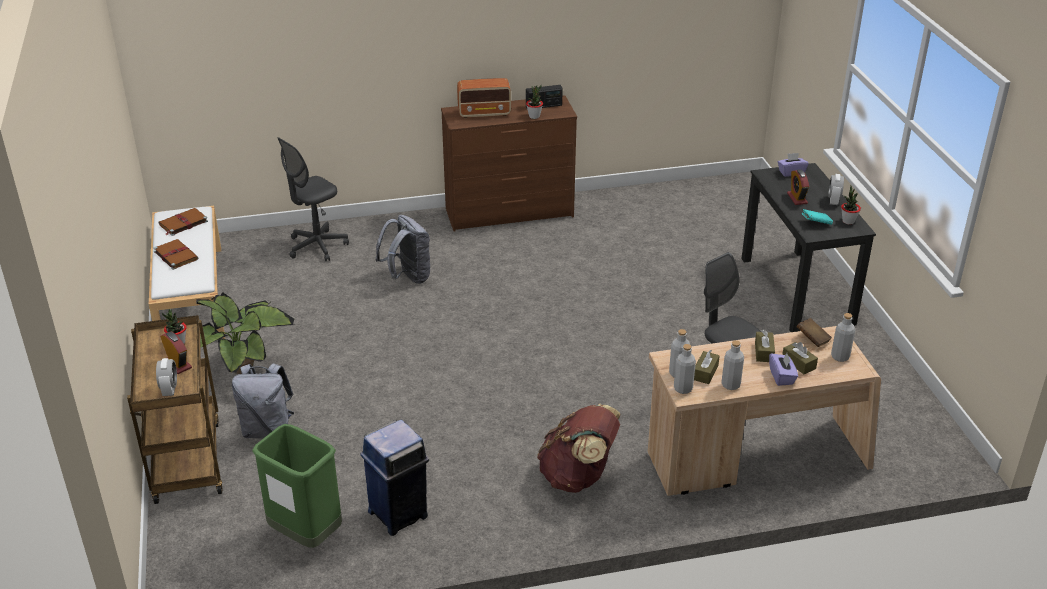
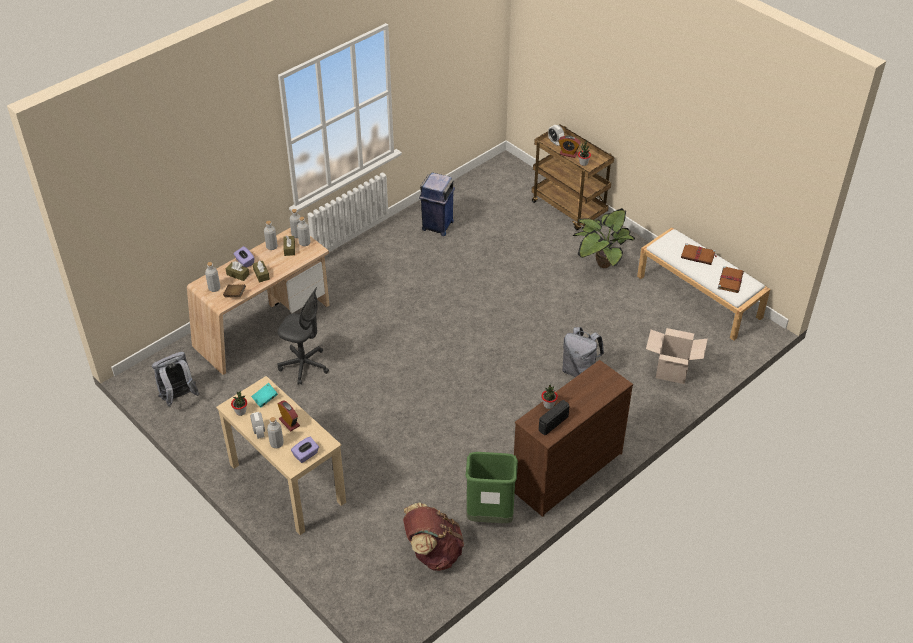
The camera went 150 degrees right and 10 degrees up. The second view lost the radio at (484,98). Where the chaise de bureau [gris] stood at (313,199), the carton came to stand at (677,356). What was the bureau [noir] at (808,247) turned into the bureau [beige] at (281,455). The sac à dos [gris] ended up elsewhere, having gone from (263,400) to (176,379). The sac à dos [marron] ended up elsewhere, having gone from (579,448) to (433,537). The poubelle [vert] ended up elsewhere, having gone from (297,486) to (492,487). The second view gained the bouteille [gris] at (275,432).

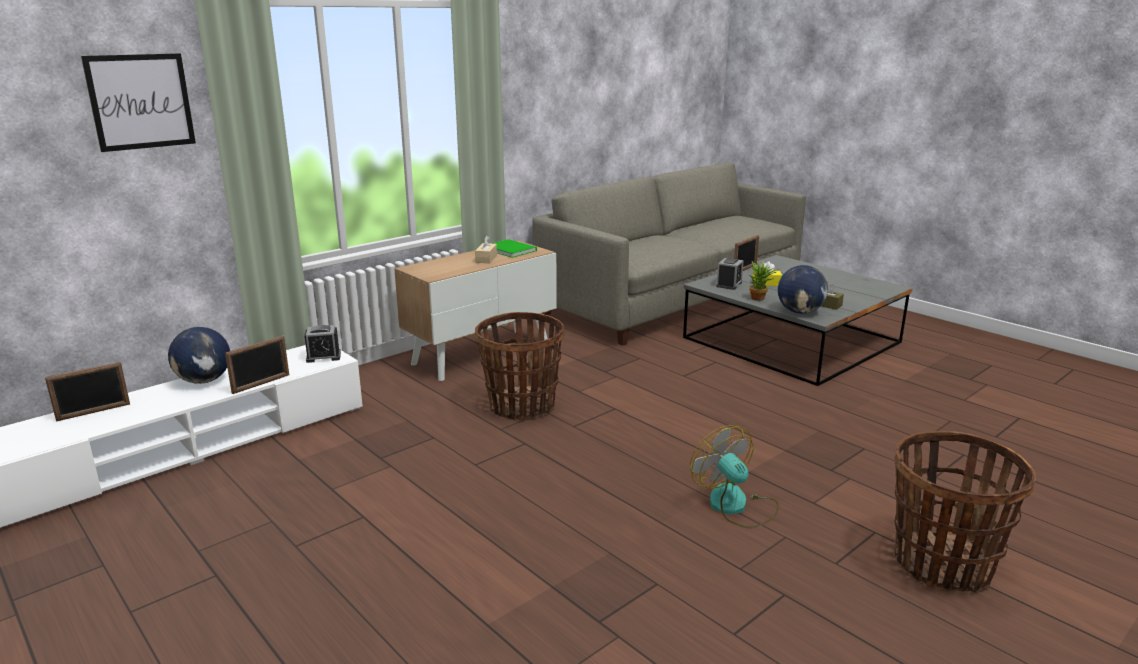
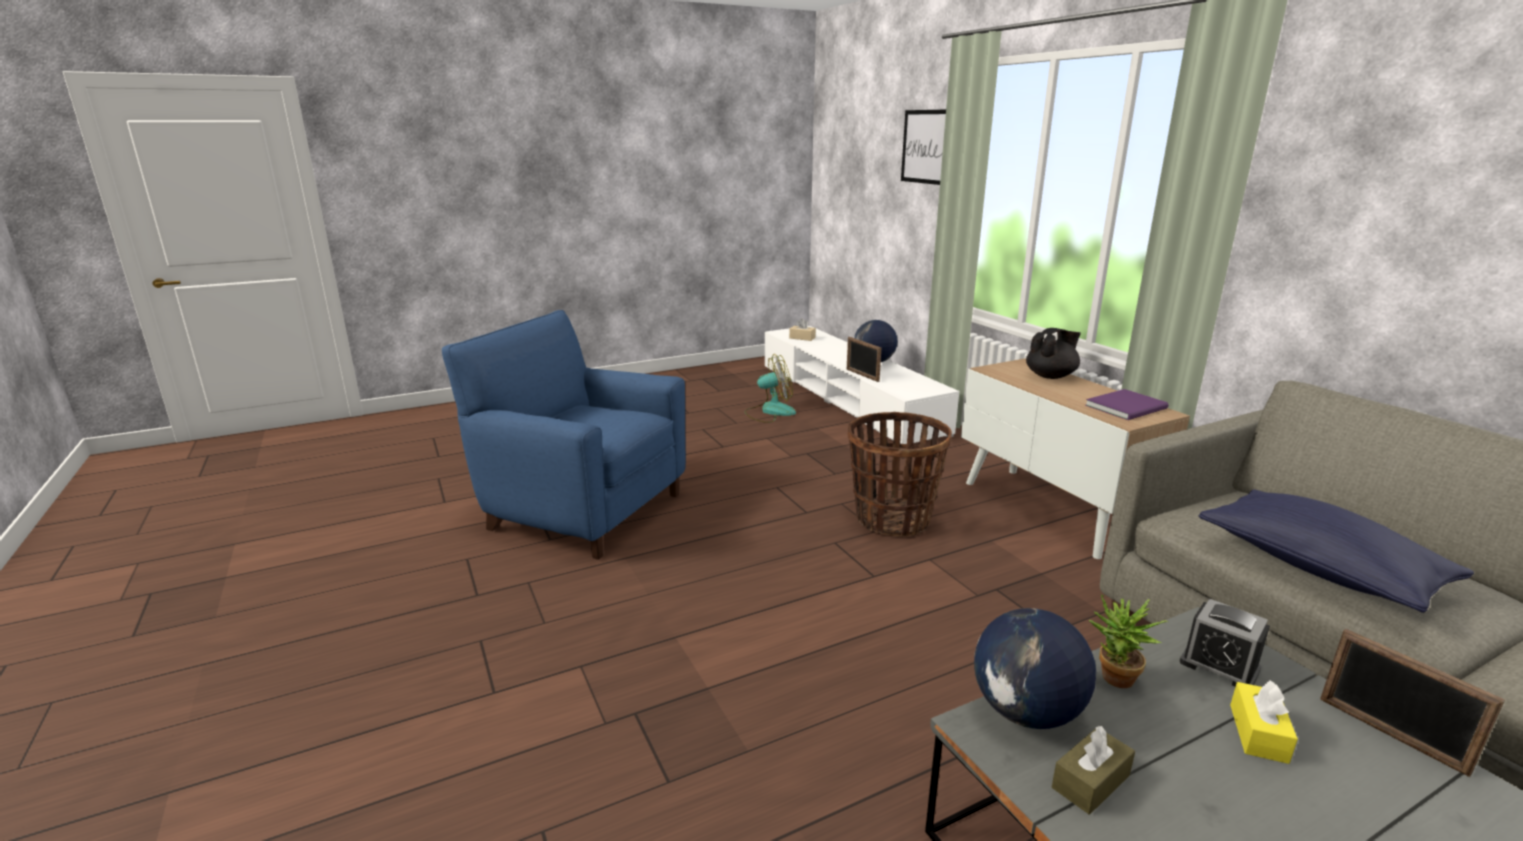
The camera went 105 degrees right and 0 degrees up. The boîte à mouchoirs [beige] ended up elsewhere, having gone from (486,249) to (802,330). What was the livre [vert] at (514,248) turned into the livre [violet] at (1127,404). The second view lost the réveil at (323,344). The second view lost the cadre photo at (87,392). The ventilateur ended up elsewhere, having gone from (734,476) to (770,388). The second view lost the panier at (964,511). The second view gained the fauteuil [bleu] at (564,435). The second view gained the théière [noir] at (1053,353). The second view gained the coussin [bleu] at (1336,551).

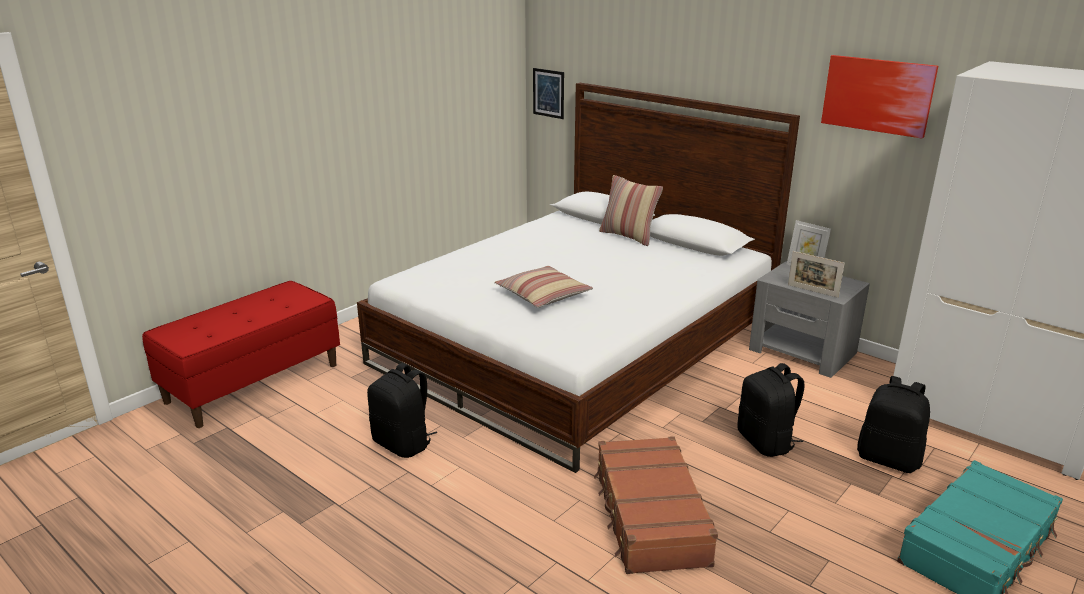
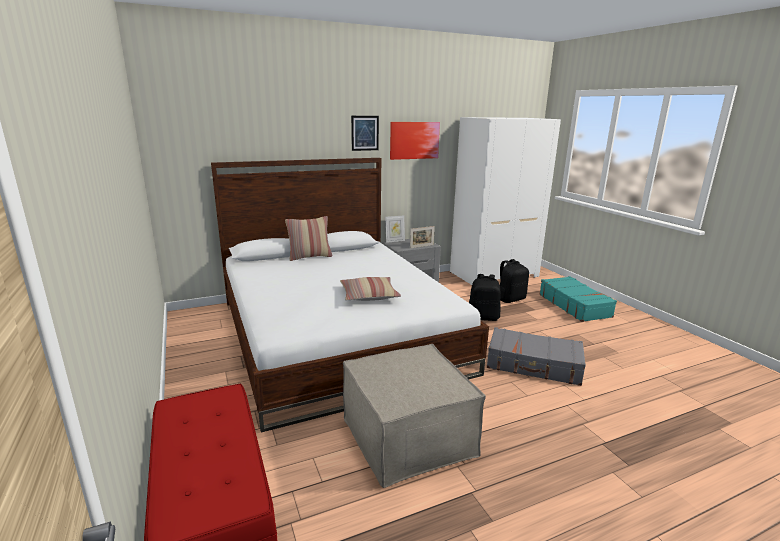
The camera went 65 degrees left and 5 degrees down. The tableau ended up elsewhere, having gone from (548,93) to (365,133). Where the sac à dos [noir] stood at (402,410), the pouf [beige] came to stand at (414,416). What was the valise [marron] at (656,505) turned into the valise [gris] at (536,356).

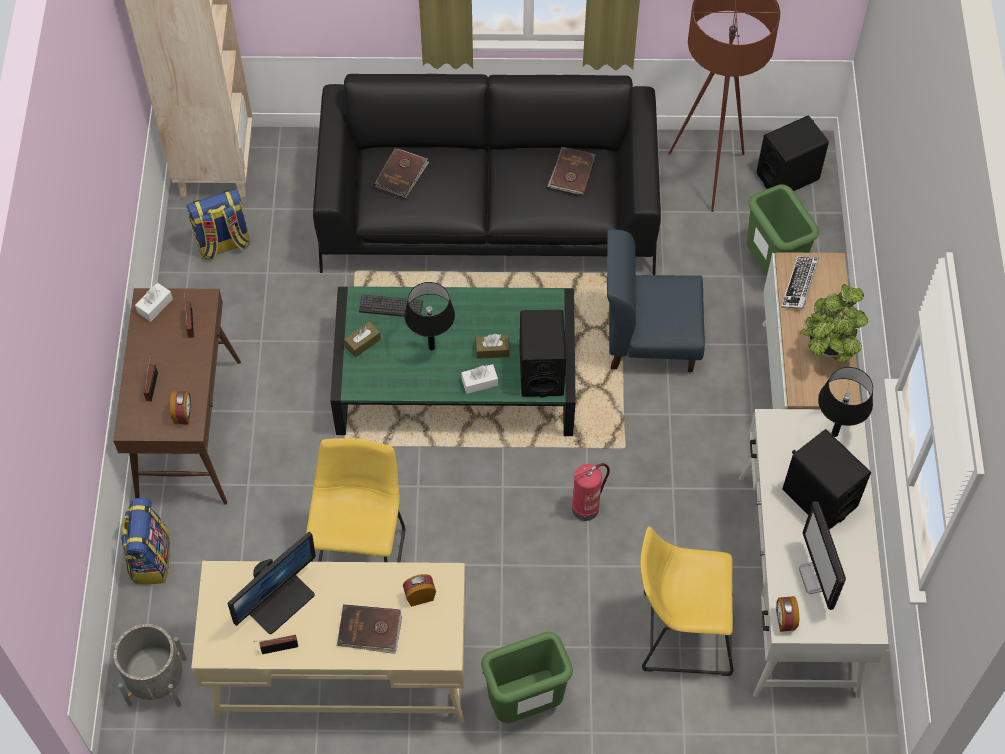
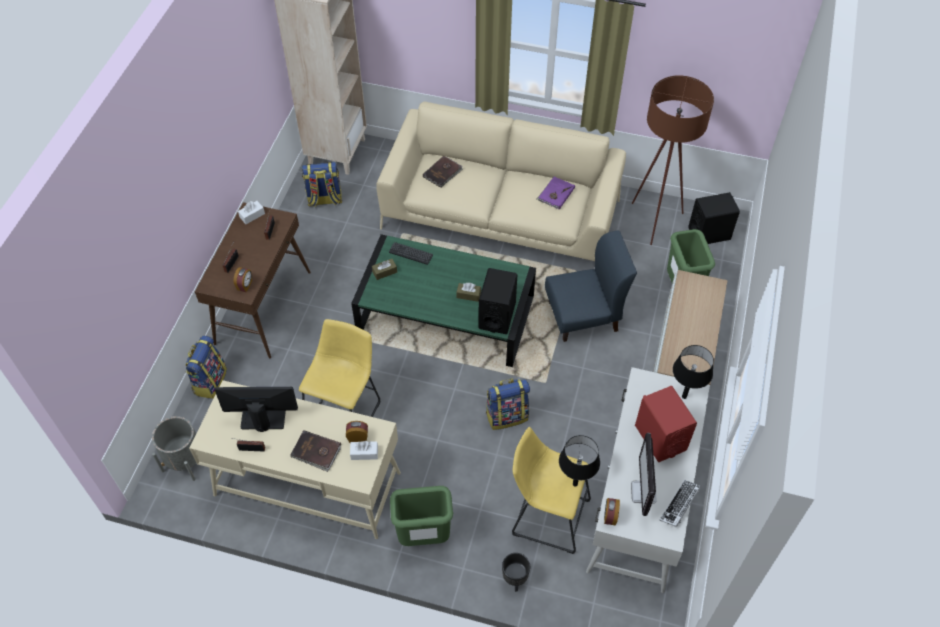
The camera went 15 degrees right and 5 degrees down. What was the canapé [noir] at (487,174) turned into the canapé [beige] at (501,181). What was the livre [marron] at (571,171) turned into the livre [violet] at (556,193). The chaise [bleu] at (656,300) ended up facing another way, 150 degrees clockwise from before. The clavier ended up elsewhere, having gone from (800,282) to (680,503). The lampe de table [noir] ended up elsewhere, having gone from (429,316) to (579,461). The second view lost the plante en pot at (834,323). The boîte à mouchoirs [blanc] ended up elsewhere, having gone from (479,379) to (364,450). What was the enceinte [noir] at (826,479) turned into the enceinte [rouge] at (666,424). Where the extincteur stood at (591,492), the sac à dos came to stand at (508,404). The écran d'ordinateur at (272,583) ended up facing another way, 150 degrees counterclockwise from before. The second view gained the cache-pot [noir] at (516,572).

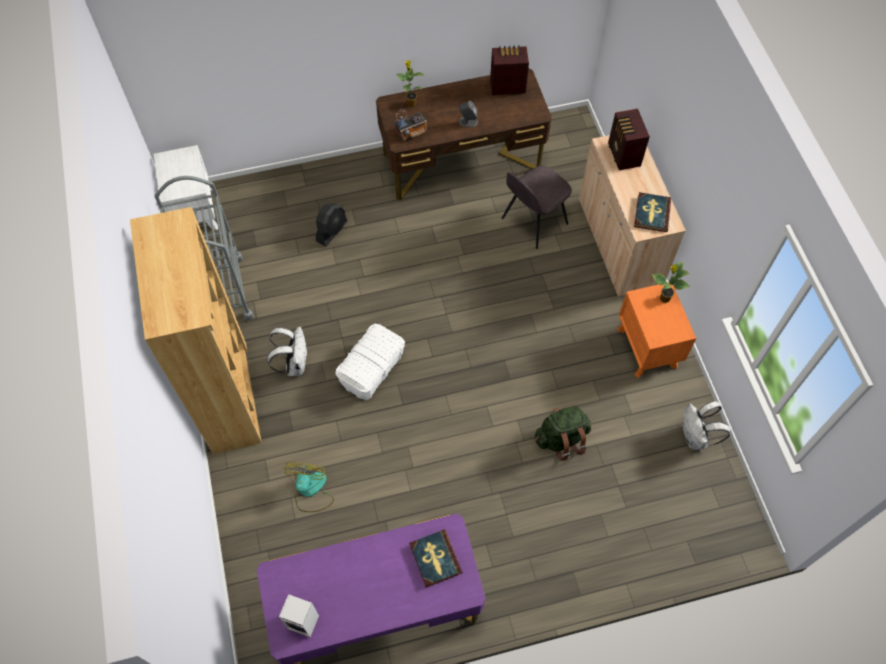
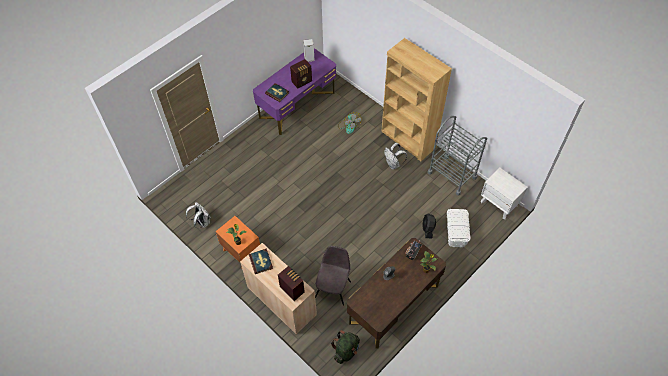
The camera went 150 degrees right and 5 degrees down. The radio ended up elsewhere, having gone from (509,70) to (301,74). The boîte de rangement [blanc] ended up elsewhere, having gone from (370,362) to (459,228). The sac à dos [vert] ended up elsewhere, having gone from (562,434) to (345,347).

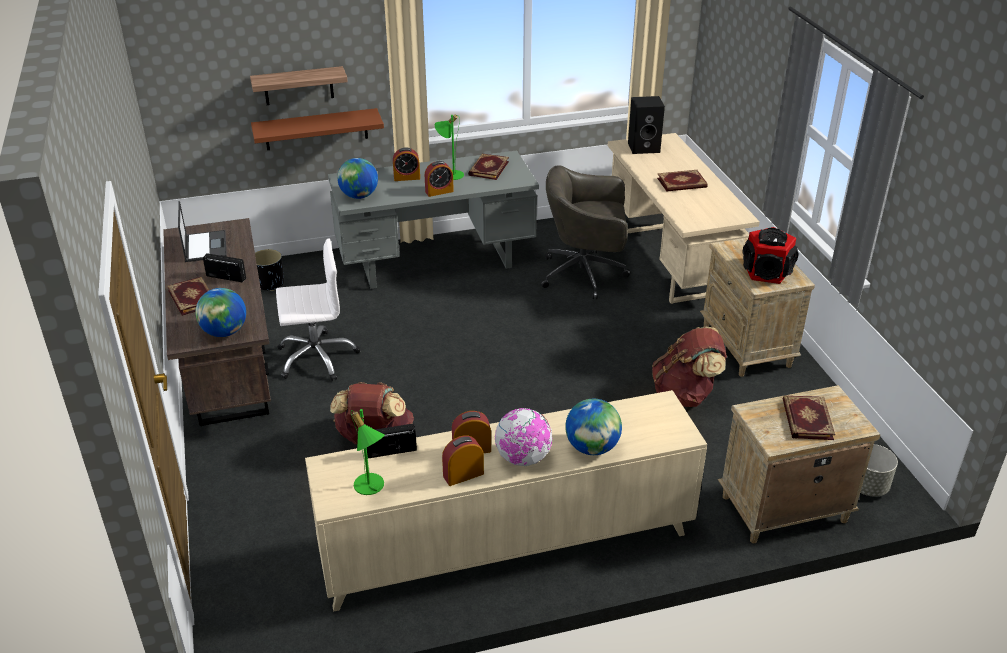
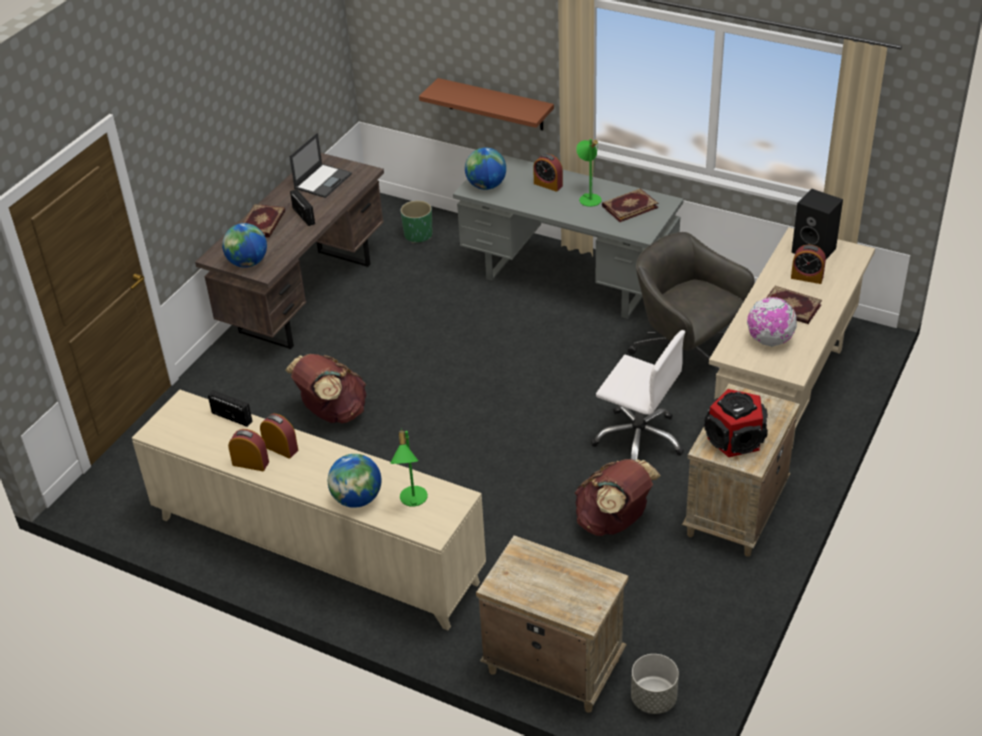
The camera went 45 degrees right and 5 degrees up. The second view lost the étagère at (299,85). The réveil ended up elsewhere, having gone from (439,179) to (808,264). The chaise de bureau [blanc] ended up elsewhere, having gone from (318,310) to (638,395). What was the cache-pot [noir] at (269,270) turned into the cache-pot [vert] at (416,221). The second view lost the livre at (809,417). The globe ended up elsewhere, having gone from (523,437) to (772,321). The lampe de table [vert] ended up elsewhere, having gone from (368,452) to (409,467).

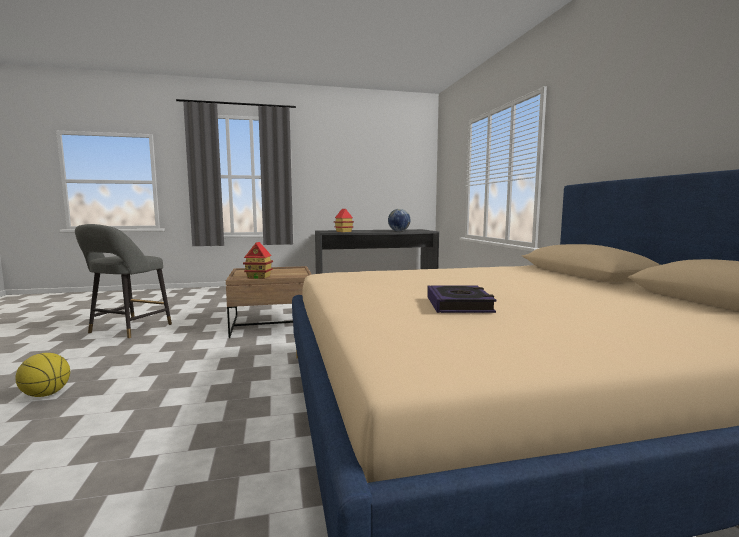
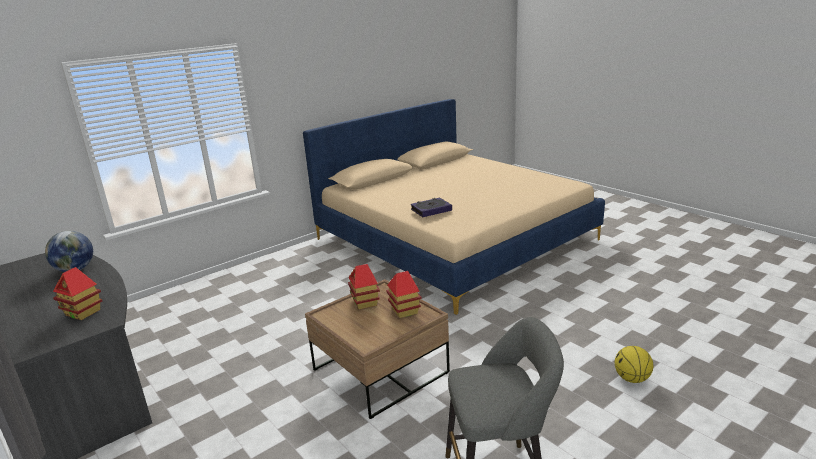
The camera went 115 degrees left and 15 degrees up. The livre ended up elsewhere, having gone from (462,299) to (431,207). The second view gained the maison miniature at (364,286).

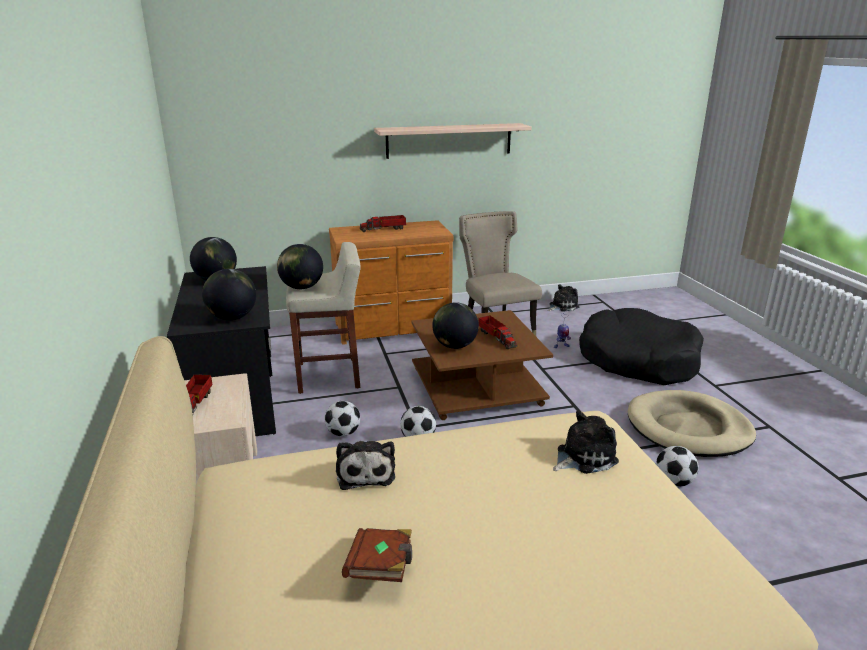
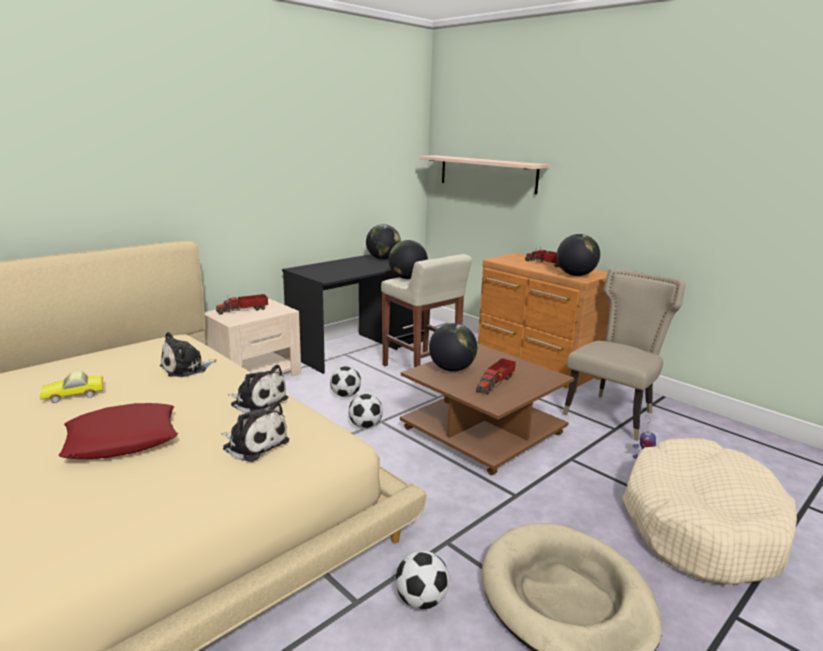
The camera went 60 degrees right and 5 degrees down. The étagère ended up elsewhere, having gone from (453,141) to (484,174). The globe ended up elsewhere, having gone from (229,294) to (578,255). The peluche ended up elsewhere, having gone from (563,297) to (258,389). What was the panier pour chien [noir] at (641,346) turned into the panier pour chien [beige] at (710,511). Where the livre [marron] stood at (377,555), the petite voiture came to stand at (71,387). The second view gained the coussin [rouge] at (118,431).

